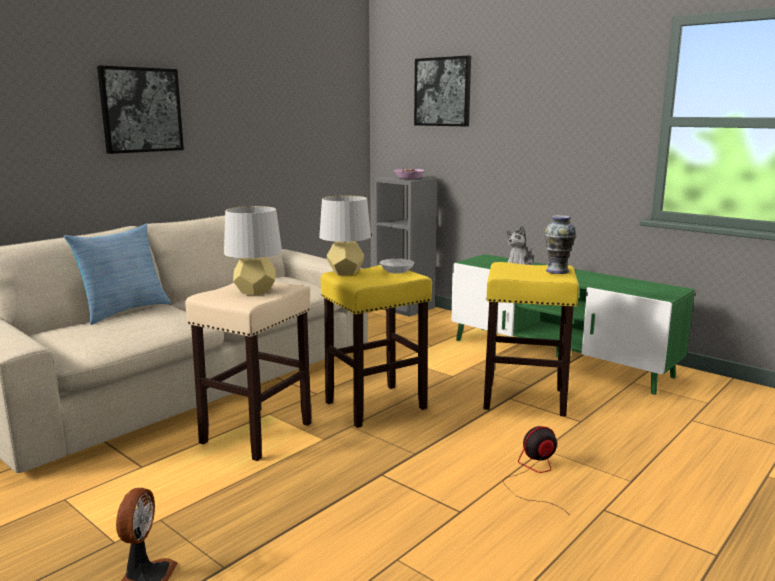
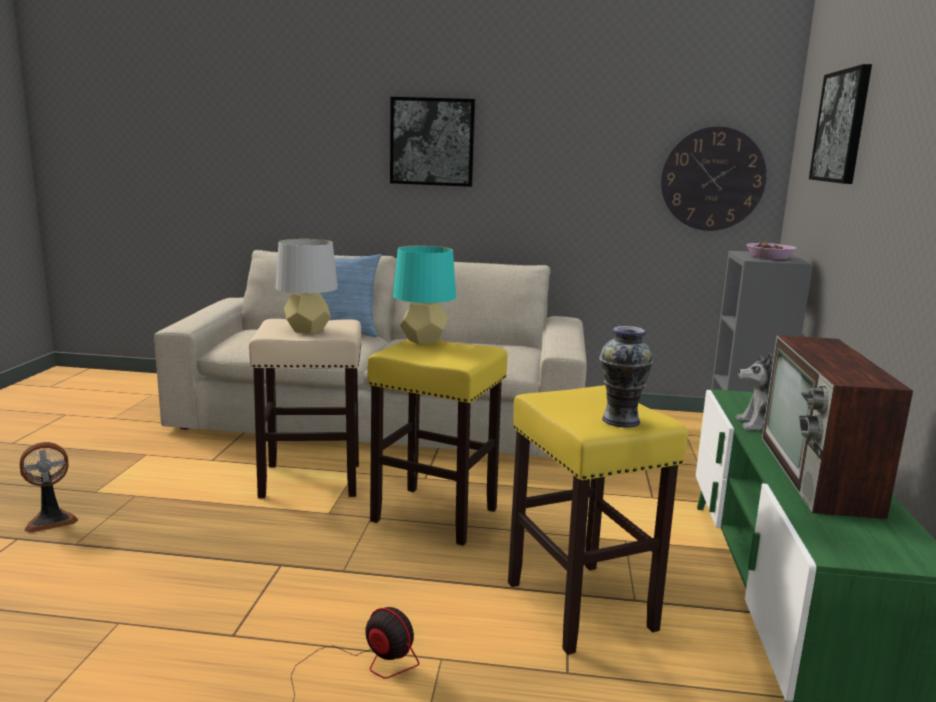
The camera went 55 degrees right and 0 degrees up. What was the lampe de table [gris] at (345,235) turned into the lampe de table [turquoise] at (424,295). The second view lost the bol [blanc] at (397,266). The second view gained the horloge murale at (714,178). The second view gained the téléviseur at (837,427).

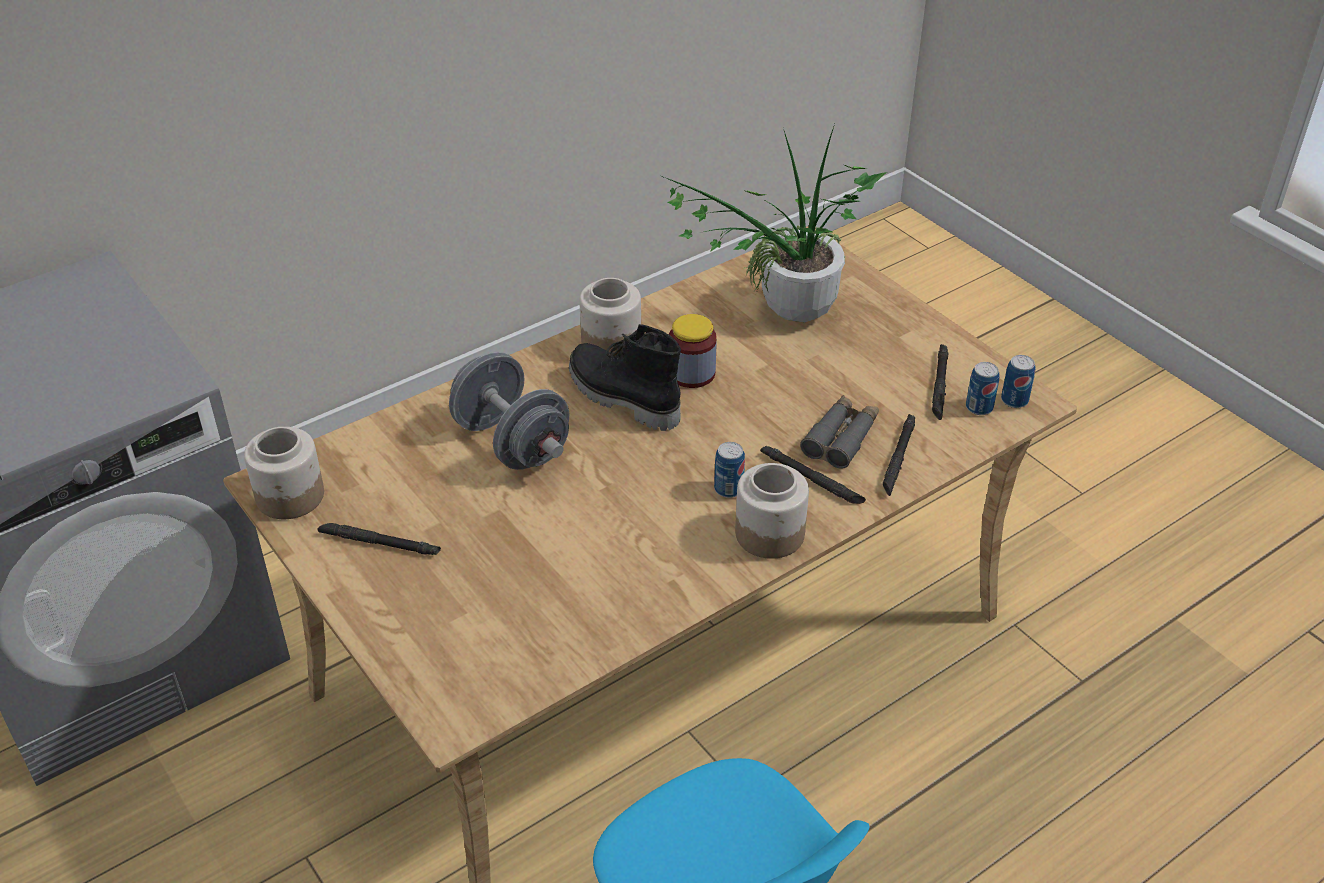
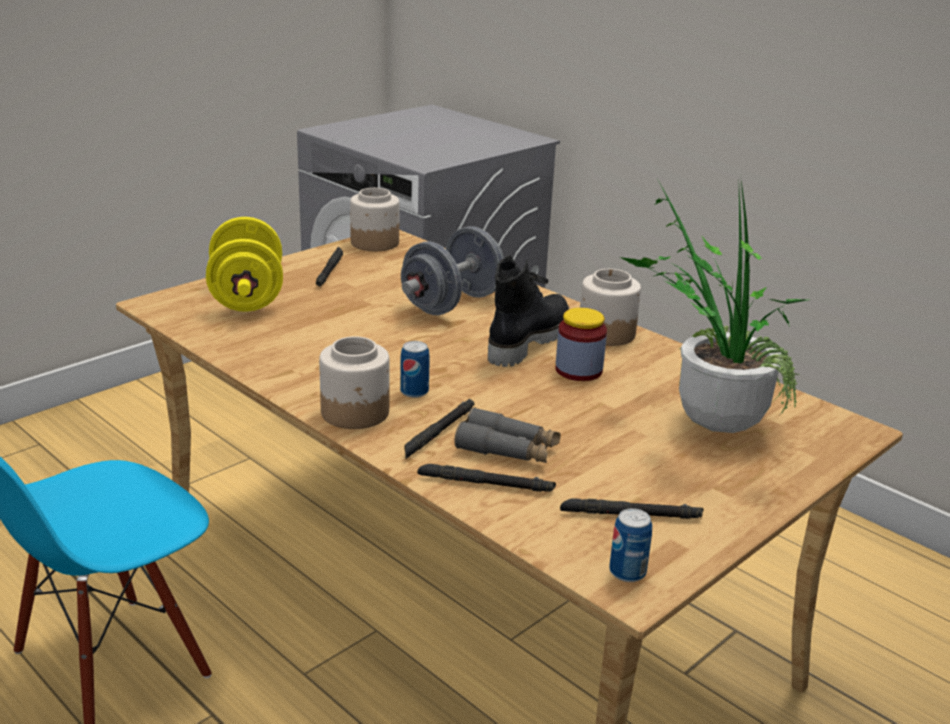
The camera went 80 degrees right and 15 degrees down. The second view lost the boîte métallique at (983,388). The second view gained the haltère [jaune] at (244,264).

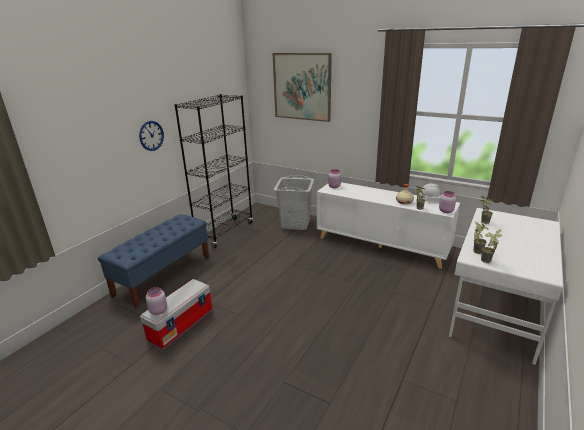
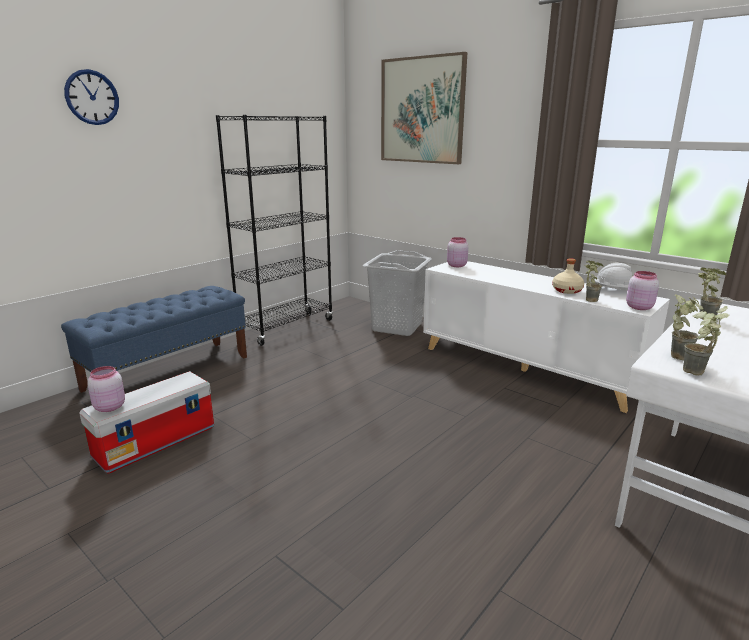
The camera went 10 degrees right and 5 degrees down. The horloge murale ended up elsewhere, having gone from (151,136) to (91,97).

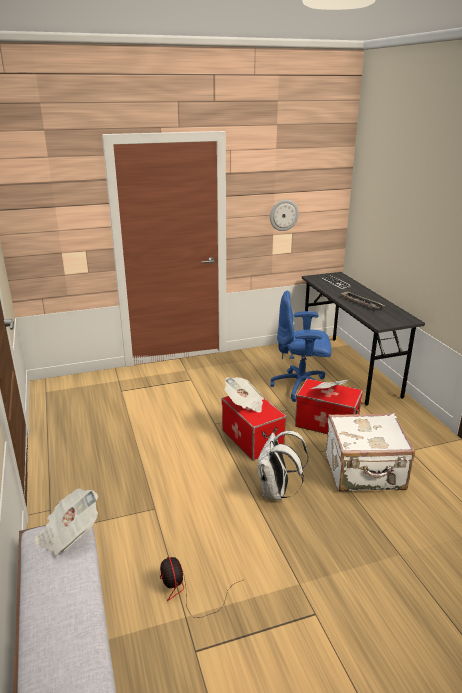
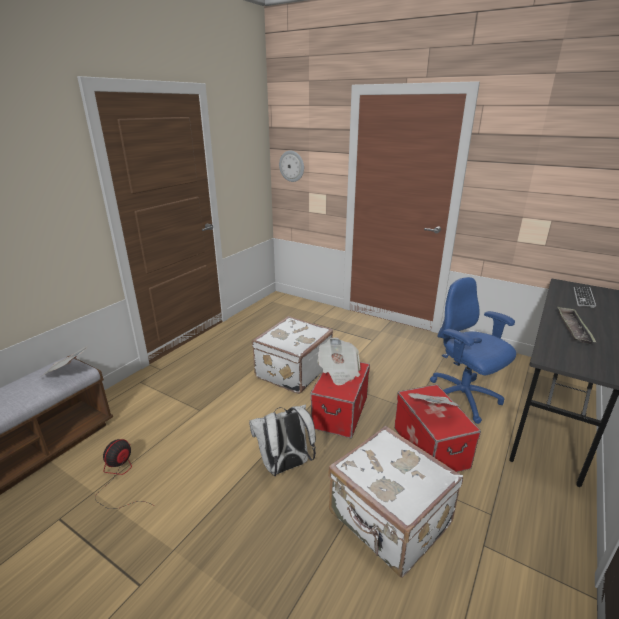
The camera went 50 degrees right and 0 degrees up. The horloge murale ended up elsewhere, having gone from (284,215) to (291,166). The second view gained the valise [blanc] at (292,355).

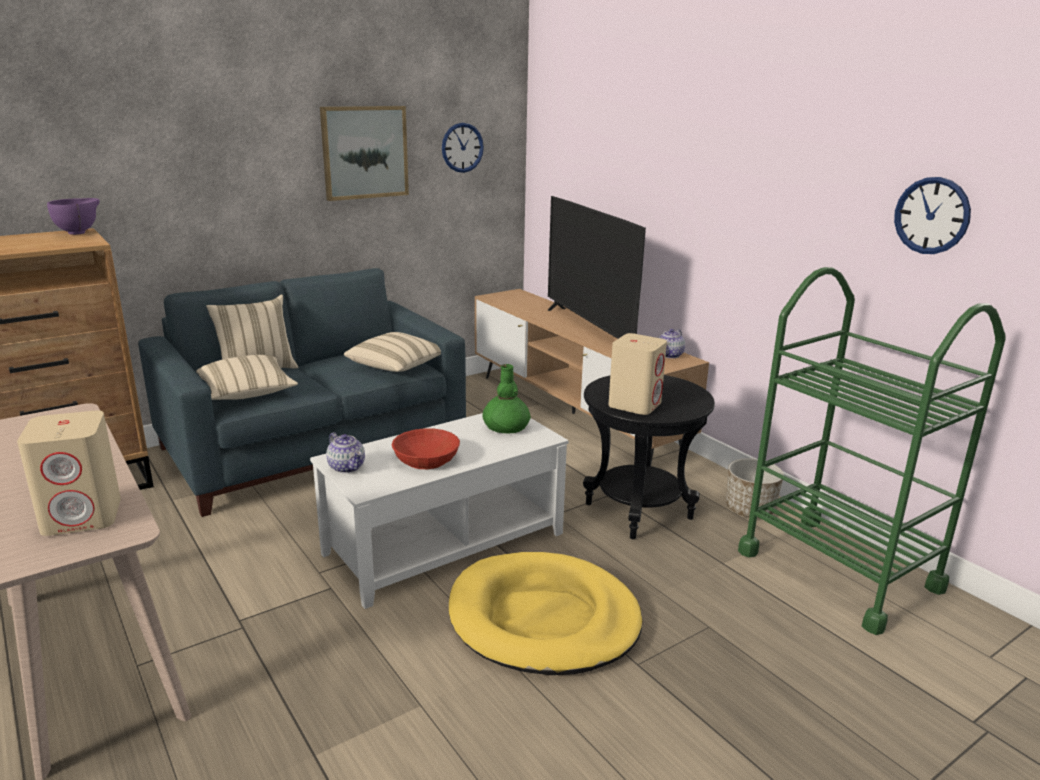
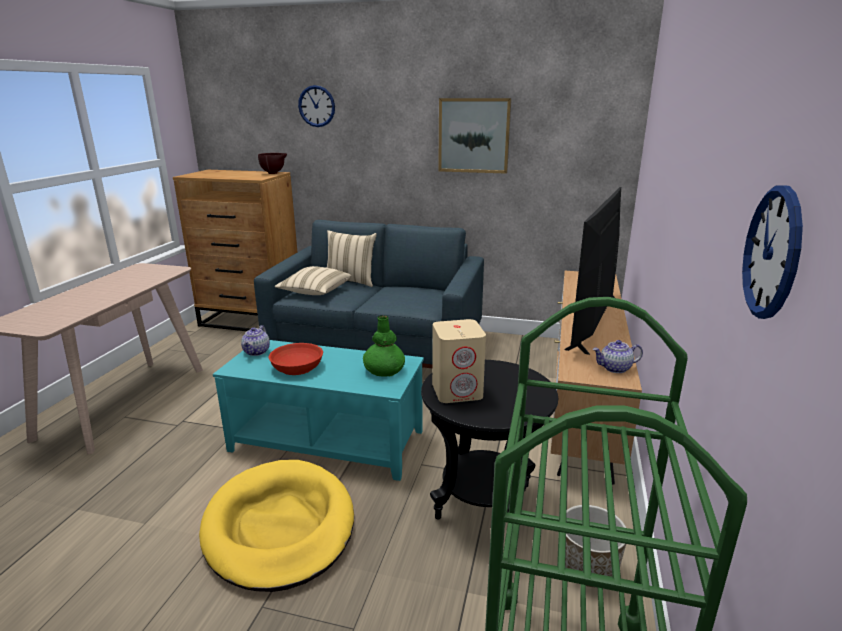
The camera went 50 degrees right and 0 degrees up. The horloge murale ended up elsewhere, having gone from (463,148) to (316,106). What was the bol [violet] at (73,216) turned into the bol [marron] at (272,163). The second view lost the coussin [beige] at (392,352). The second view lost the enceinte [beige] at (69,473). What was the table basse [blanc] at (439,511) turned into the table basse [turquoise] at (318,410).

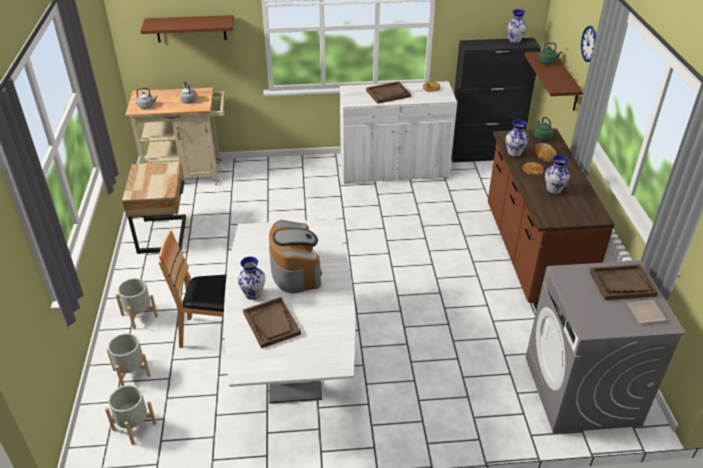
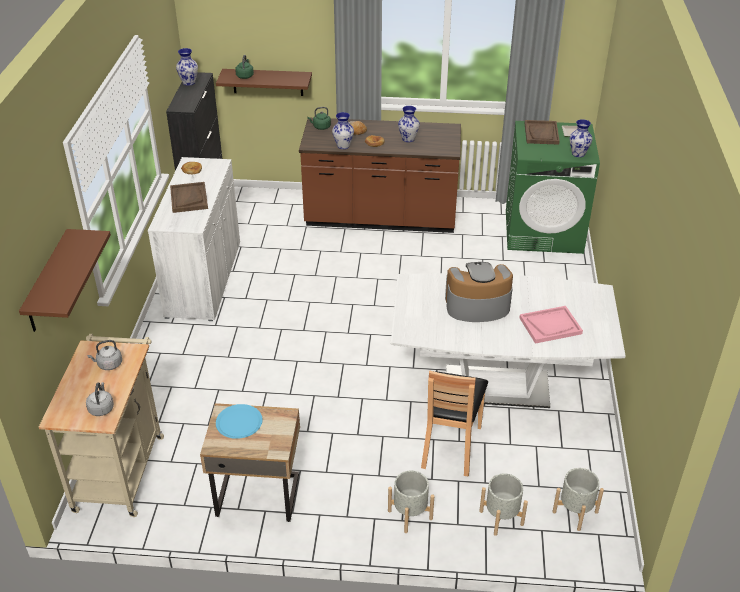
The camera went 80 degrees left and 0 degrees up. The second view lost the horloge murale at (588,44). The vase ended up elsewhere, having gone from (251,278) to (581,138). What was the lave-linge [gris] at (606,346) turned into the lave-linge [vert] at (553,187). What was the plateau [marron] at (272,322) turned into the plateau [rose] at (551,325). The second view gained the assiette [bleu] at (239,421).

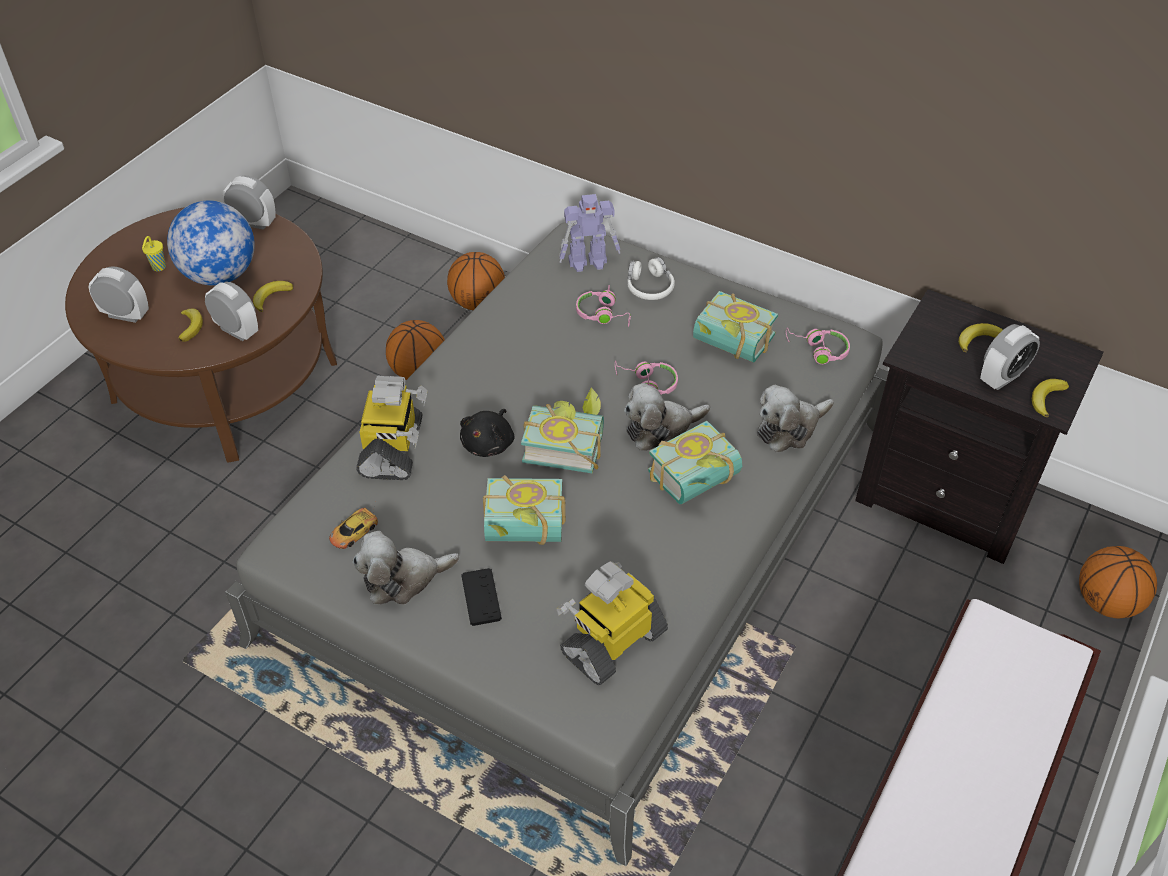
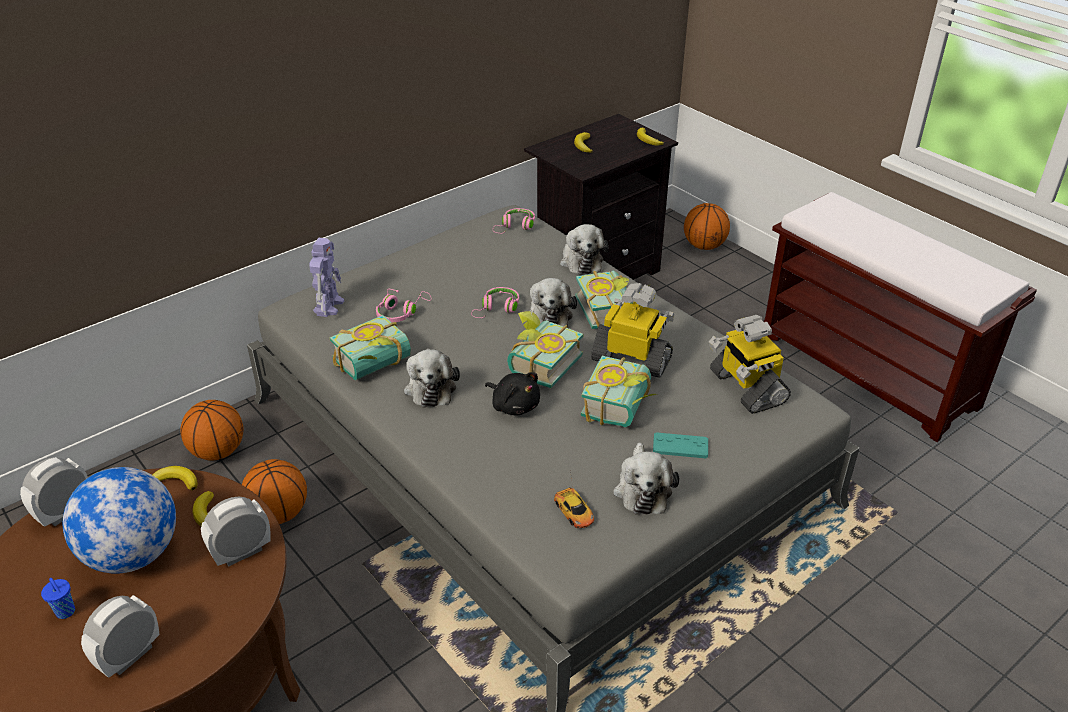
The camera went 70 degrees left and 10 degrees down. What was the tasse [jaune] at (154,253) turned into the tasse [bleu] at (58,598). The second view lost the casque audio [blanc] at (651,278). The livre ended up elsewhere, having gone from (735,327) to (370,347). The banane ended up elsewhere, having gone from (191,325) to (175,478). The second view lost the réveil at (1010,357). The robot jouet ended up elsewhere, having gone from (392,428) to (632,330). What was the manette [noir] at (481,597) turned into the manette [turquoise] at (680,445). The second view gained the peluche at (432,378).

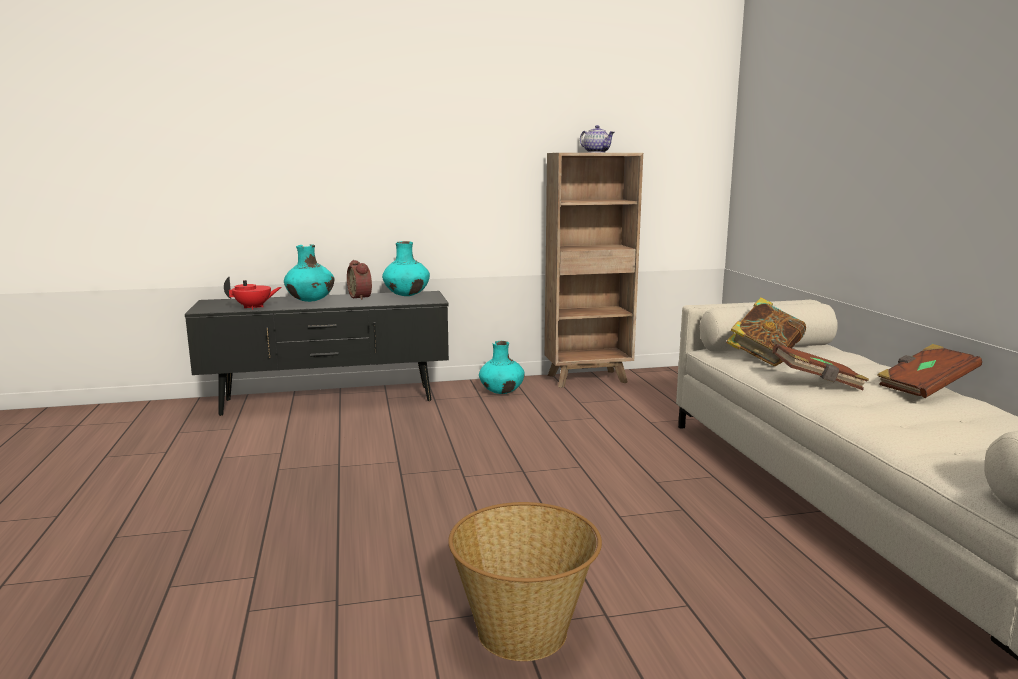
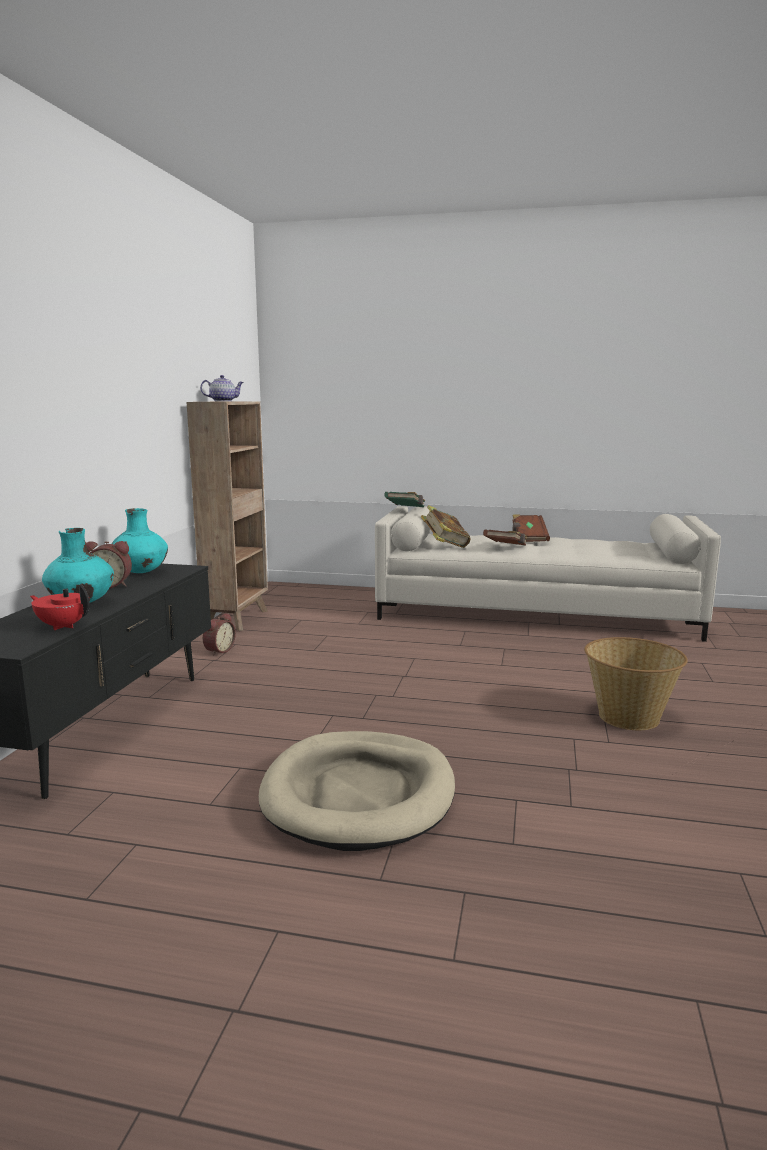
The camera went 65 degrees left and 0 degrees up. The théière [rouge] at (253,293) ended up facing another way, 75 degrees counterclockwise from before. Where the vase [turquoise] stood at (502,367), the réveil came to stand at (219,634). The second view gained the livre [vert] at (404,499). The second view gained the panier pour chien [beige] at (357,791).

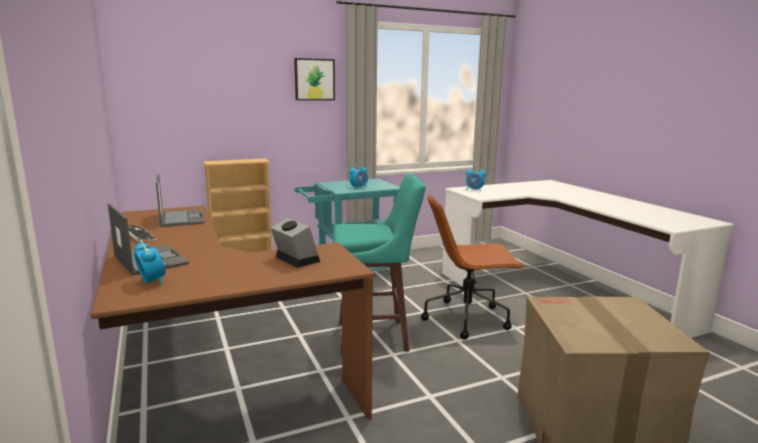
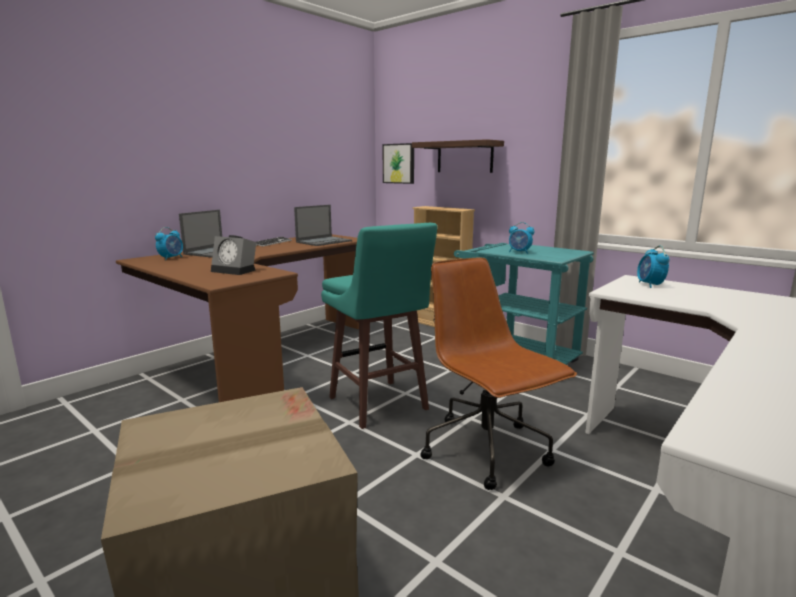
The camera went 65 degrees right and 0 degrees up. The tableau ended up elsewhere, having gone from (314,79) to (398,163). The réveil at (295,243) ended up facing another way, 90 degrees clockwise from before. The second view gained the étagère at (458,156).

